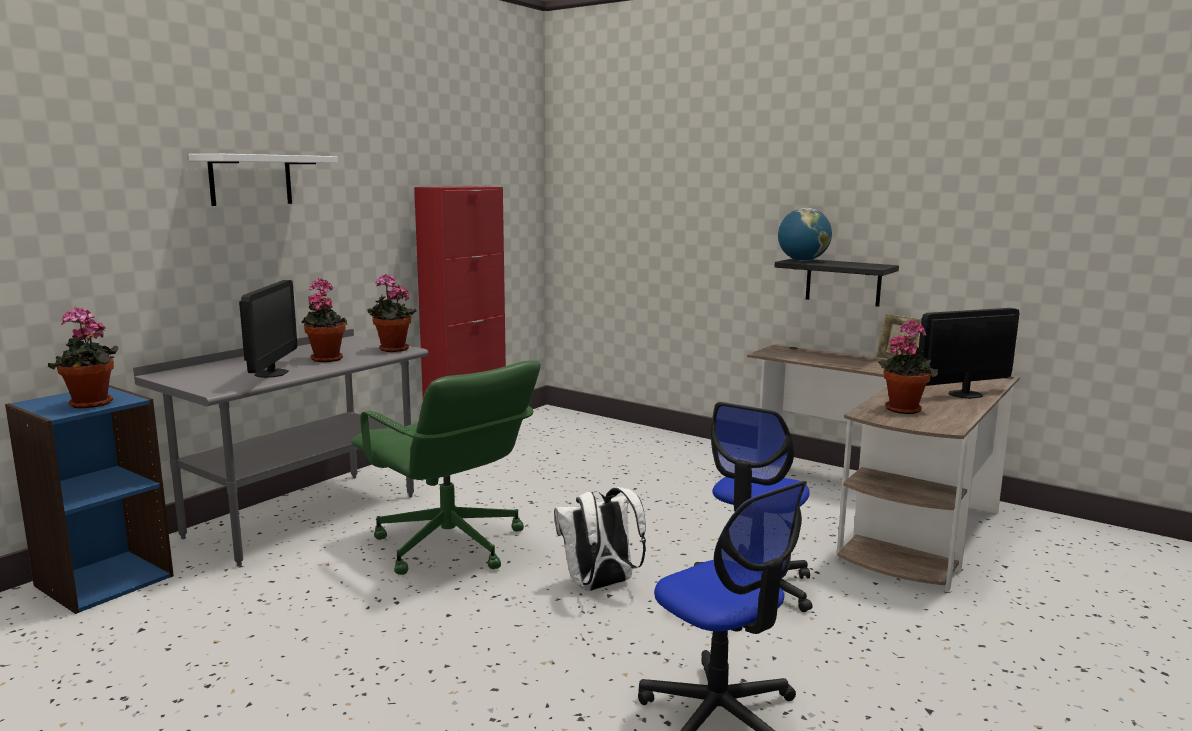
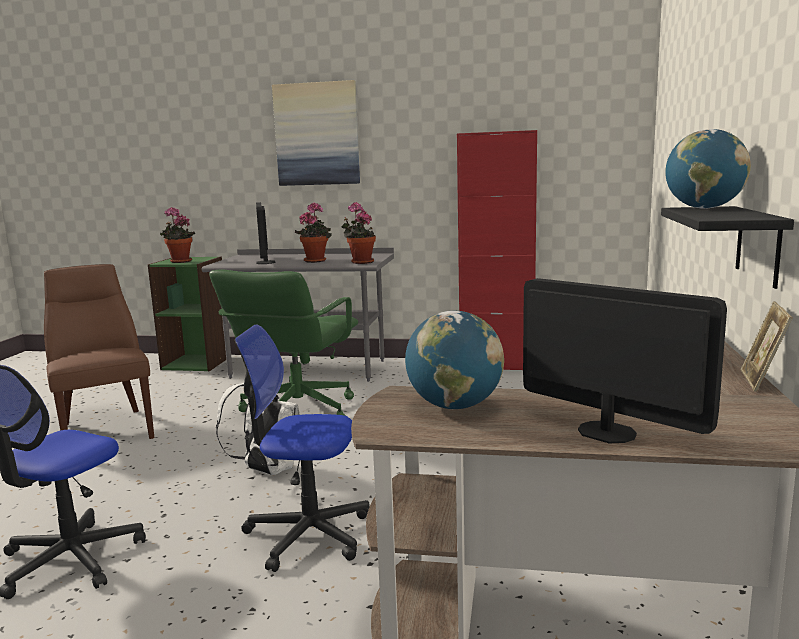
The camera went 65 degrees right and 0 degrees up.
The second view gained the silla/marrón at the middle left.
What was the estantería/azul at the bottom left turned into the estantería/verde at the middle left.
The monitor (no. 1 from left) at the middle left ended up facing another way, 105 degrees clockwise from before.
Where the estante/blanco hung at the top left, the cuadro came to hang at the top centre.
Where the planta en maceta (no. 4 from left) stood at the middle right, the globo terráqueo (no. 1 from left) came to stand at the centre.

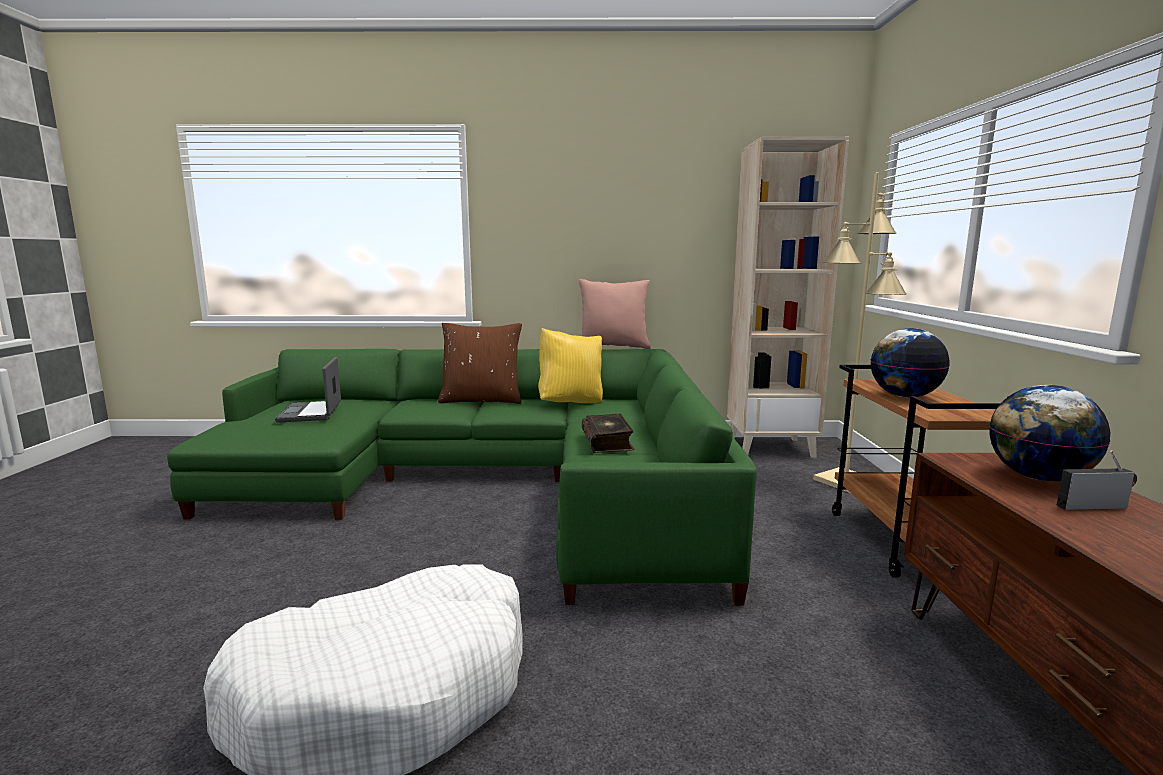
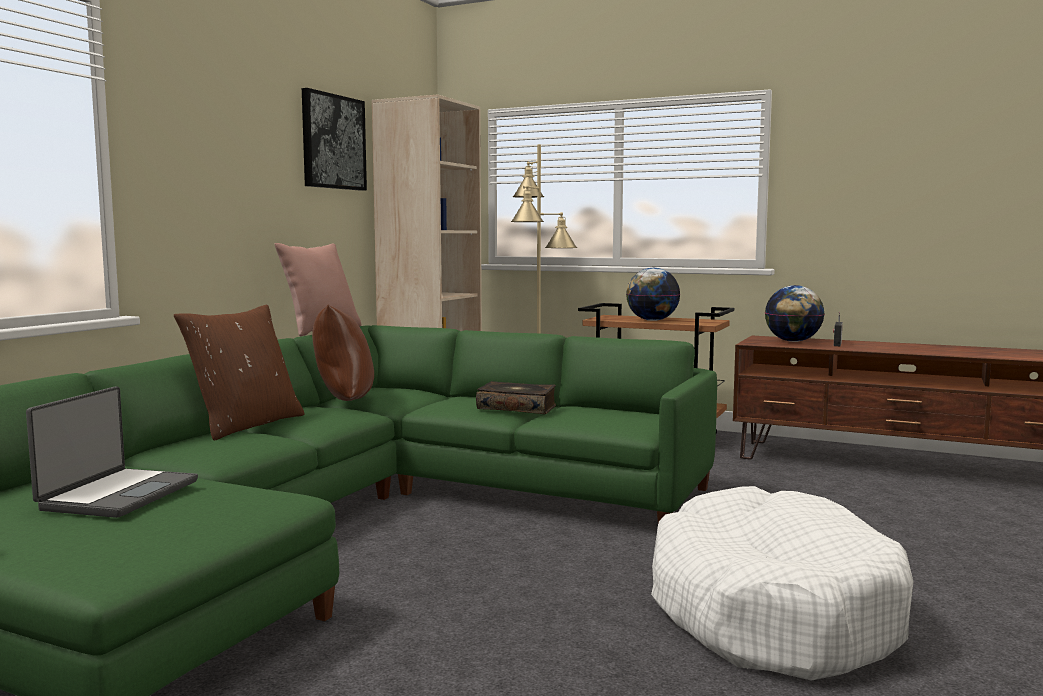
The camera went 65 degrees left and 5 degrees down.
The portátil at the middle left ended up facing another way, 90 degrees counterclockwise from before.
The second view gained the cuadro at the top left.
What was the cojín/amarillo at the centre turned into the cojín/marrón (no. 2 from left) at the middle left.

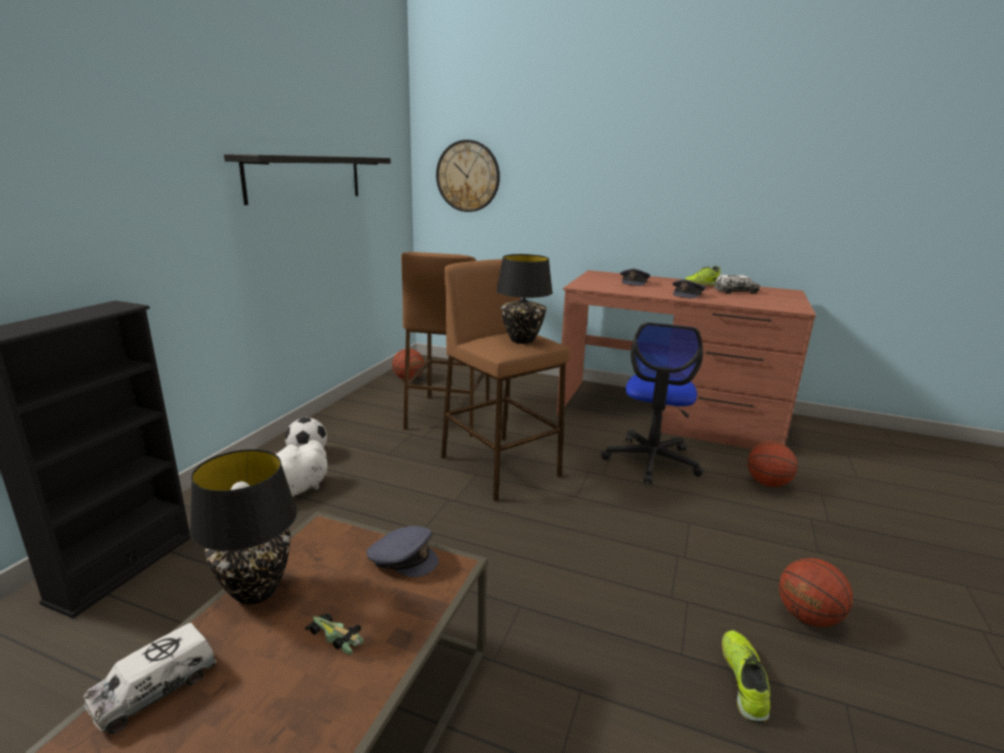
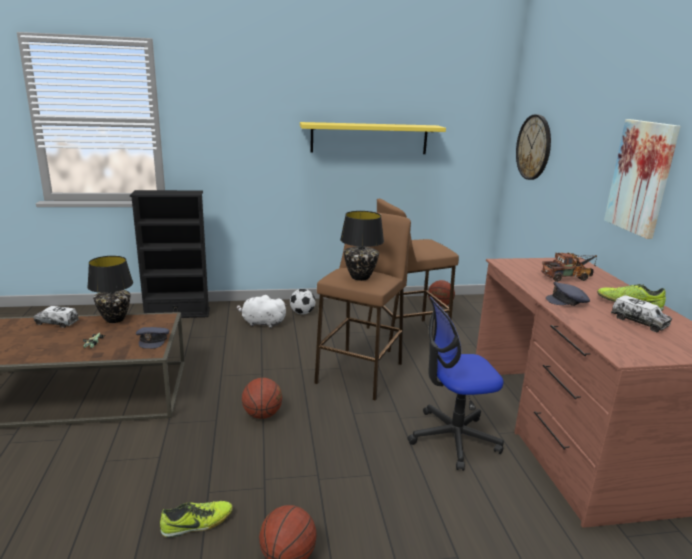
The camera went 60 degrees right and 0 degrees up.
The balón de baloncesto (no. 2 from left in the first image) ended up elsewhere, having gone from the middle right to the bottom centre.
What was the estante/negro at the top left turned into the estante/amarillo at the top centre.
Where the gorra/gris (no. 2 from left) stood at the centre, the camión de juguete (no. 2 from left) came to stand at the middle right.
The second view gained the cuadro at the top right.

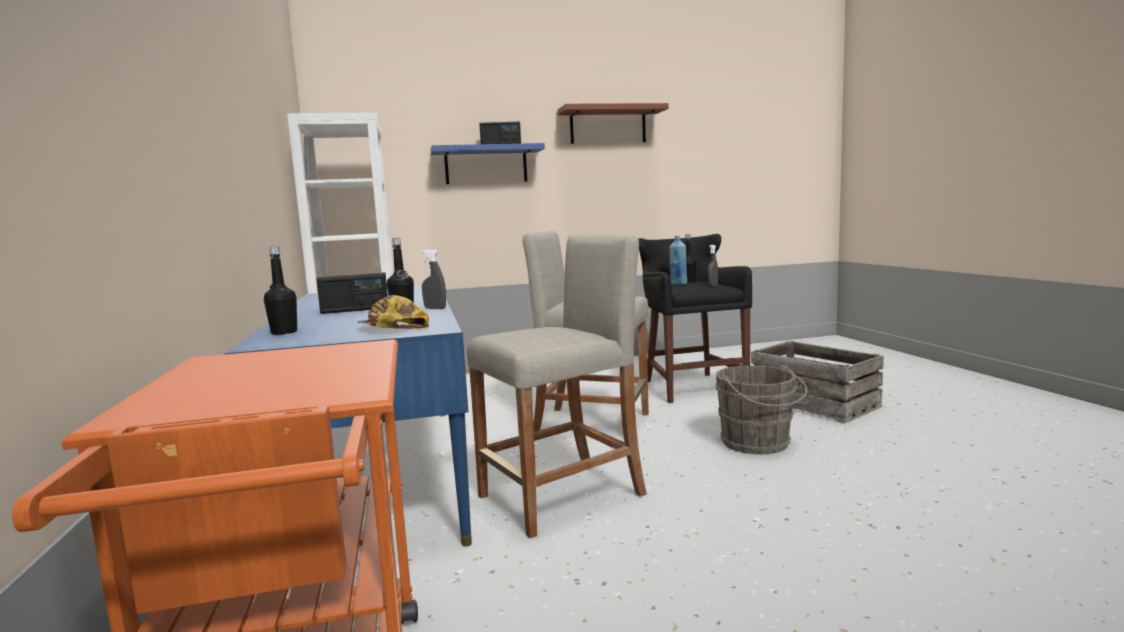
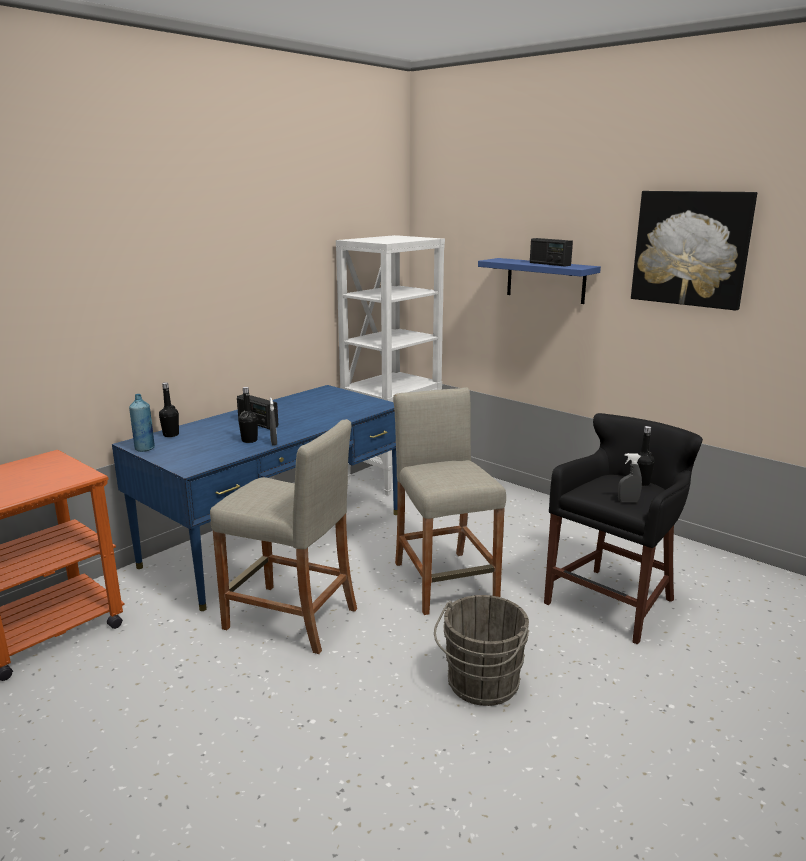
The camera went 55 degrees right and 10 degrees up.
The botella/azul ended up elsewhere, having gone from the centre to the middle left.
Where the estante/marrón hung at the top centre, the cuadro came to hang at the top right.
The second view lost the gorra at the centre.
The second view lost the caja de embalaje at the middle right.

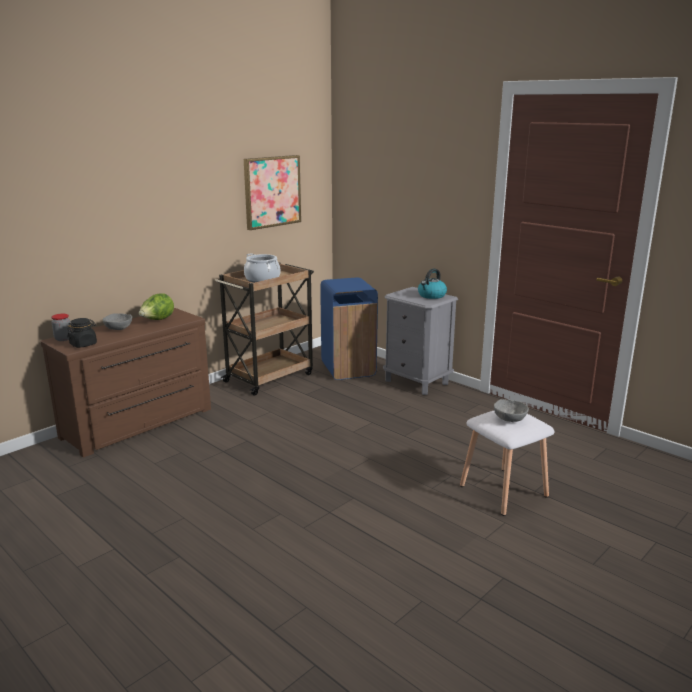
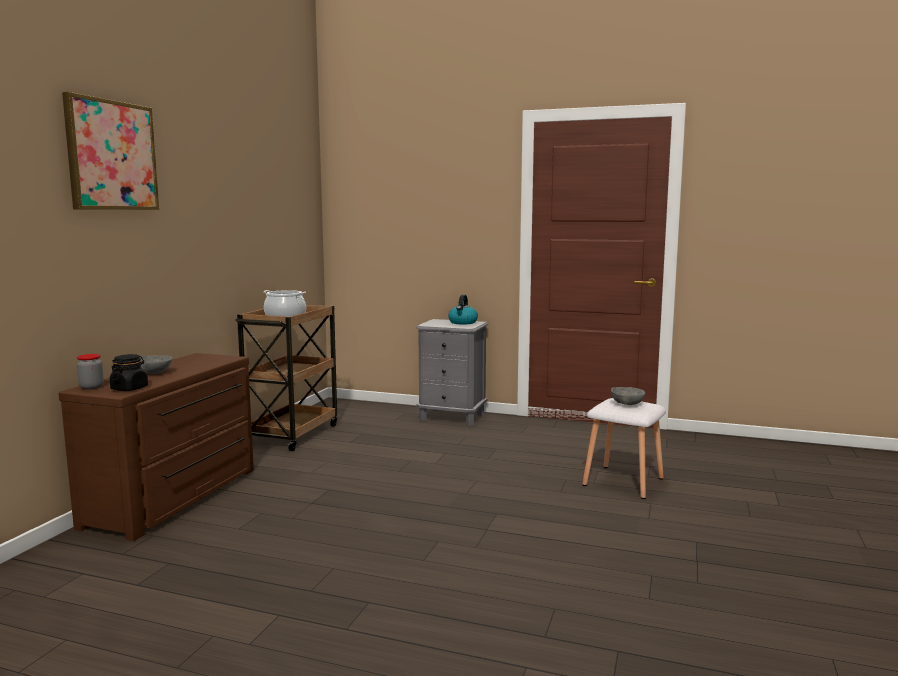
The camera went 25 degrees left and 10 degrees down.
The cuadro ended up elsewhere, having gone from the top centre to the top left.
The second view lost the lechuga at the middle left.
The second view lost the papelera/azul at the centre.

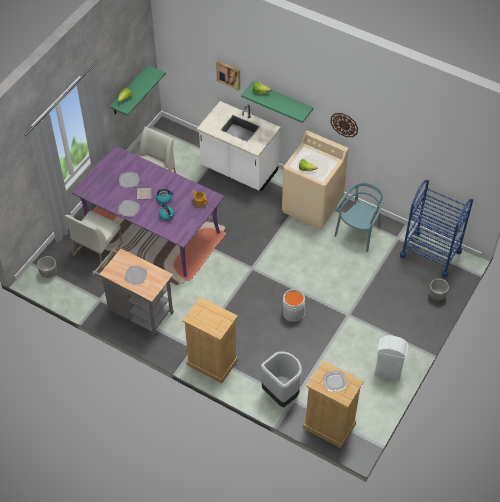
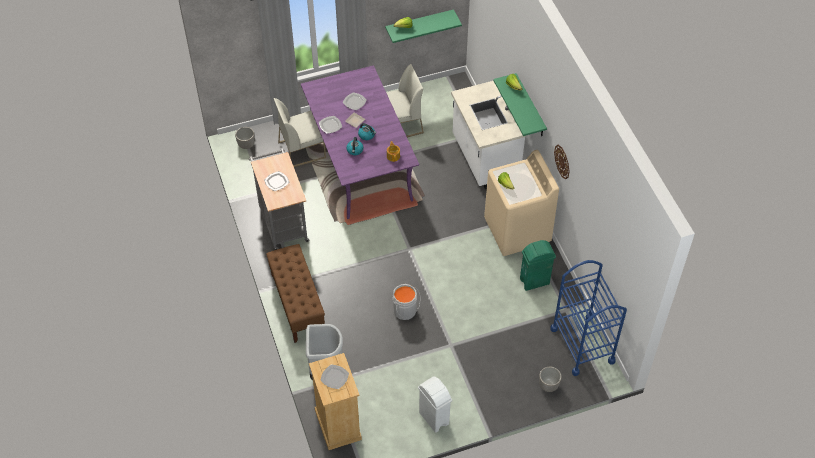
The camera went 40 degrees right and 0 degrees up.
Where the cómoda/beis (no. 1 from left) stood at the bottom centre, the banco/marrón came to stand at the centre.
Where the silla/turquesa stood at the middle right, the papelera/verde came to stand at the centre.
The second view lost the cuadro at the top centre.

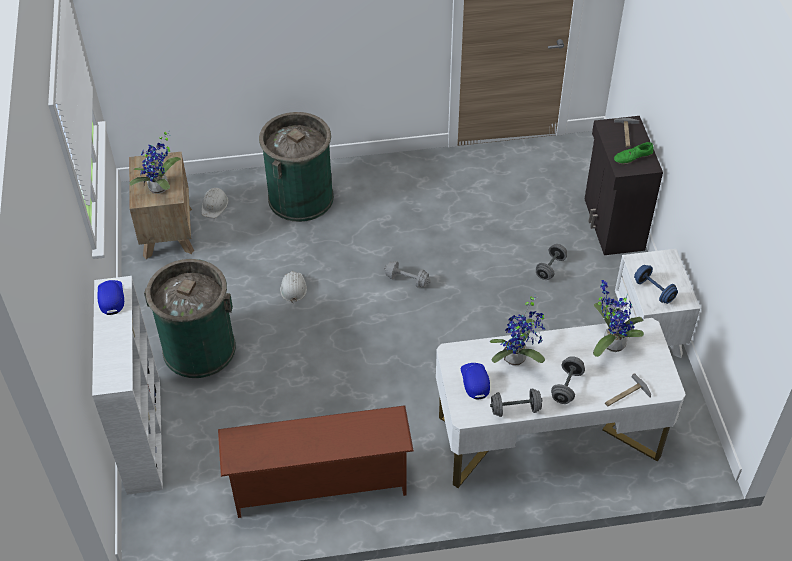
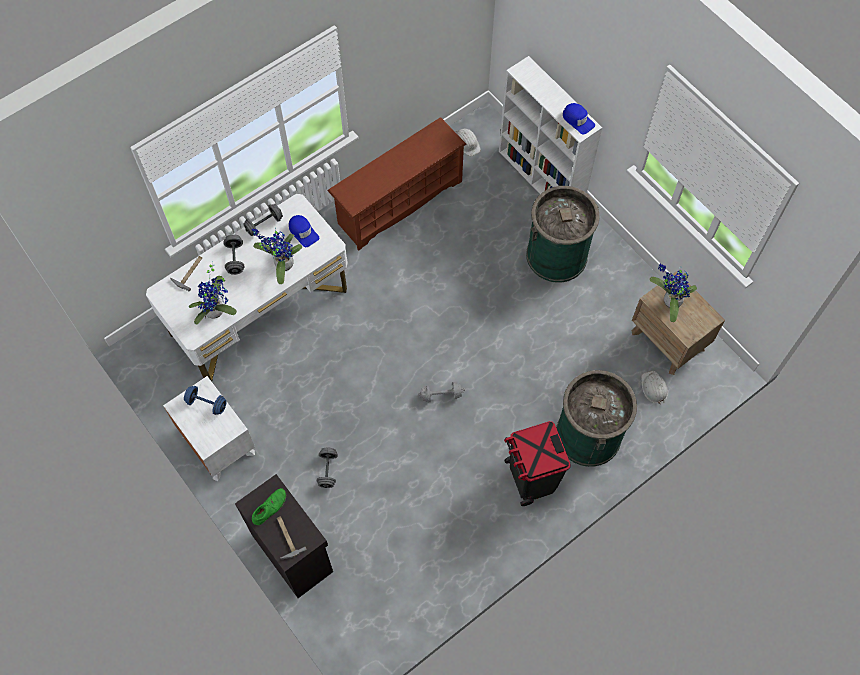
The camera went 150 degrees right and 15 degrees up.
The casco/blanco (no. 2 from left in the first image) ended up elsewhere, having gone from the centre to the top centre.
The second view gained the papelera/negro at the bottom centre.

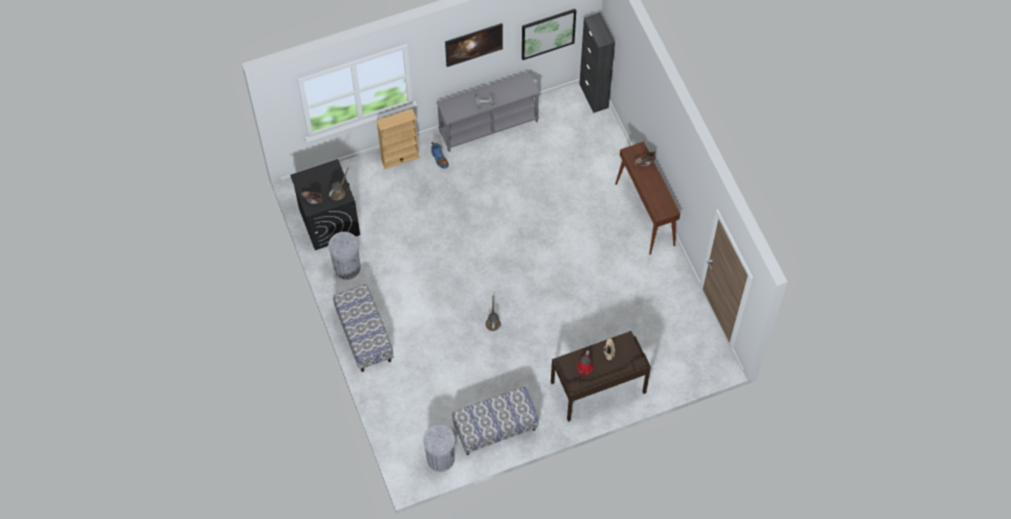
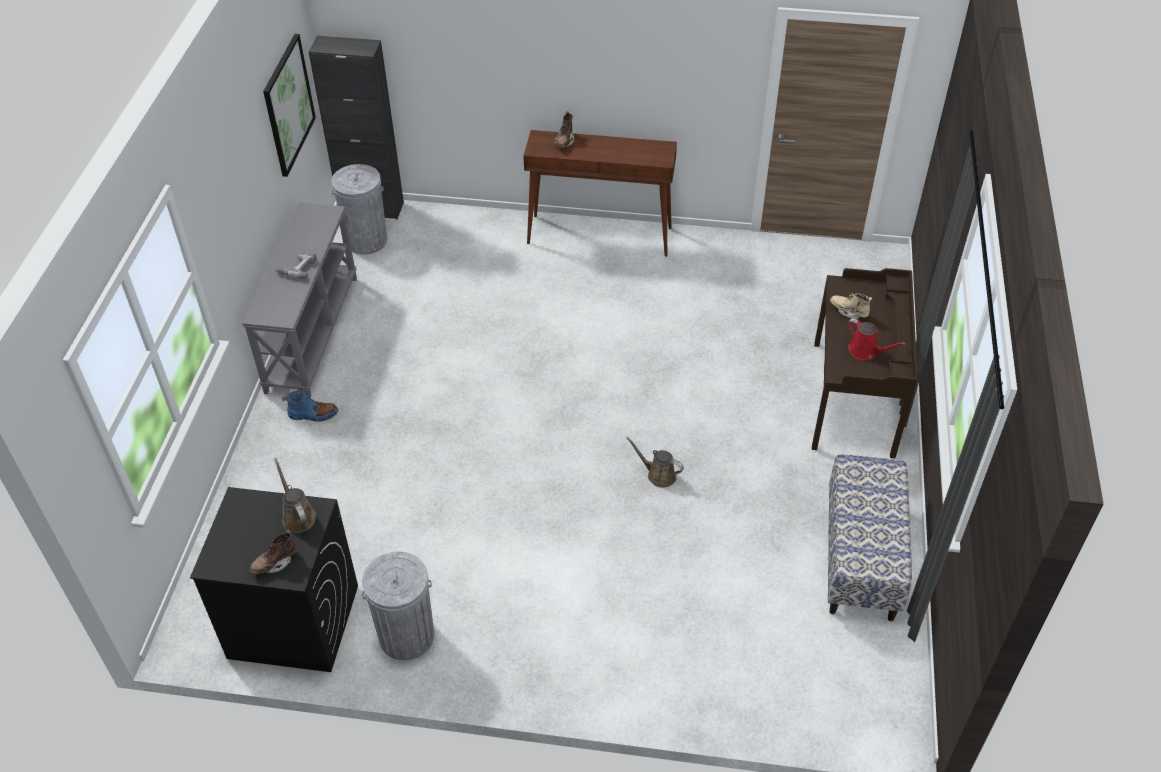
The camera went 60 degrees left and 15 degrees down.
The papelera/gris (no. 2 from left in the first image) ended up elsewhere, having gone from the bottom centre to the top left.
The second view lost the banco (no. 1 from left) at the centre.
The second view lost the estantería/beis at the top centre.
The second view lost the cuadro (no. 1 from left) at the top centre.

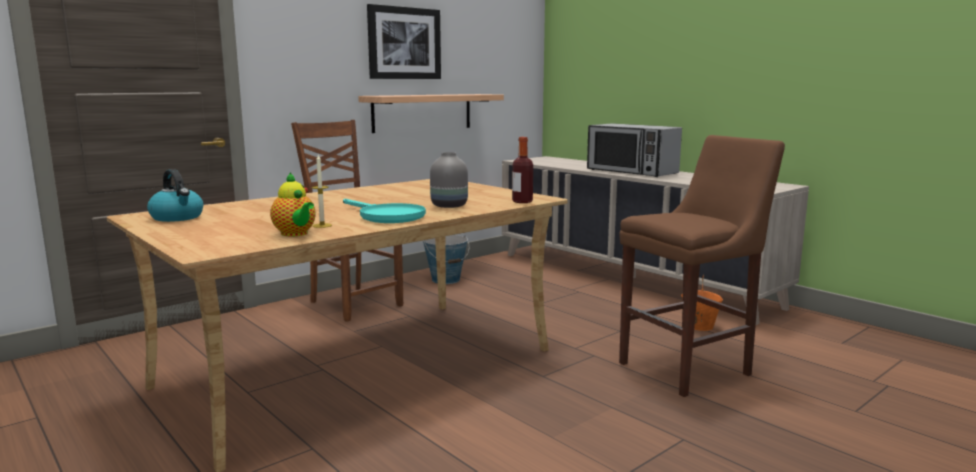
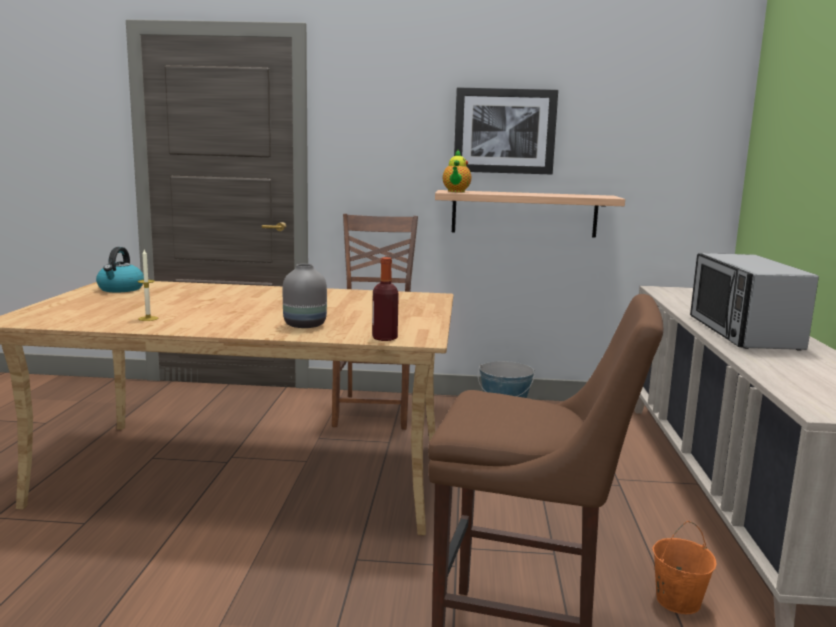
The camera went 45 degrees right and 0 degrees up.
The tetera ended up elsewhere, having gone from the middle left to the top centre.
The second view lost the sartén/turquesa at the centre.

